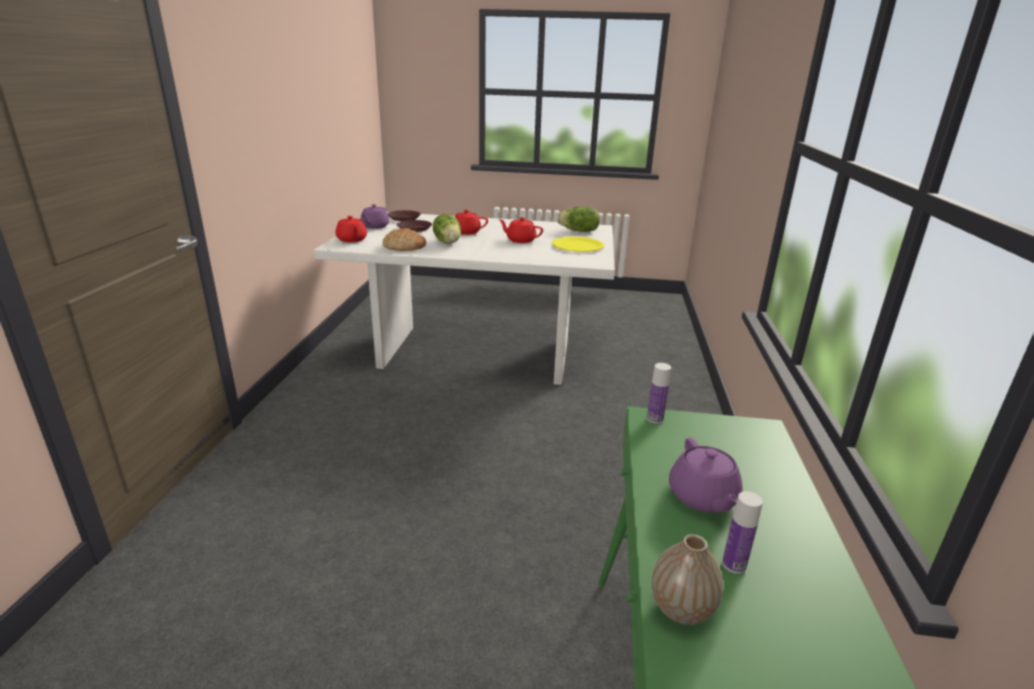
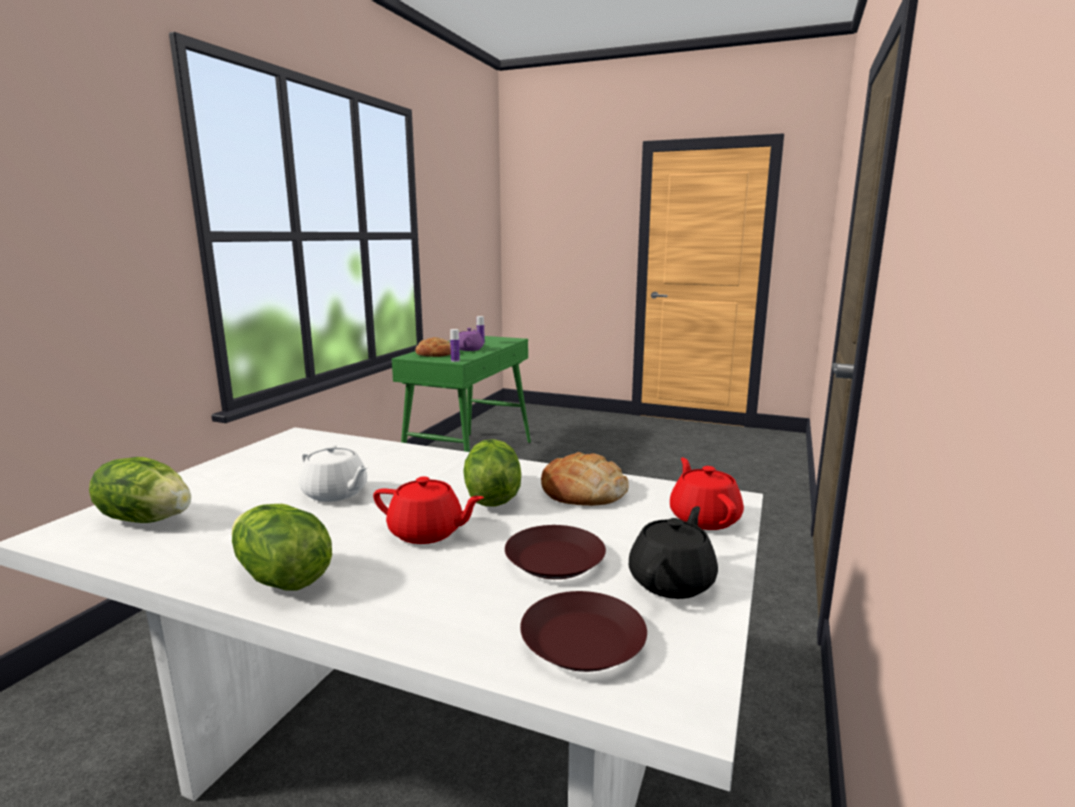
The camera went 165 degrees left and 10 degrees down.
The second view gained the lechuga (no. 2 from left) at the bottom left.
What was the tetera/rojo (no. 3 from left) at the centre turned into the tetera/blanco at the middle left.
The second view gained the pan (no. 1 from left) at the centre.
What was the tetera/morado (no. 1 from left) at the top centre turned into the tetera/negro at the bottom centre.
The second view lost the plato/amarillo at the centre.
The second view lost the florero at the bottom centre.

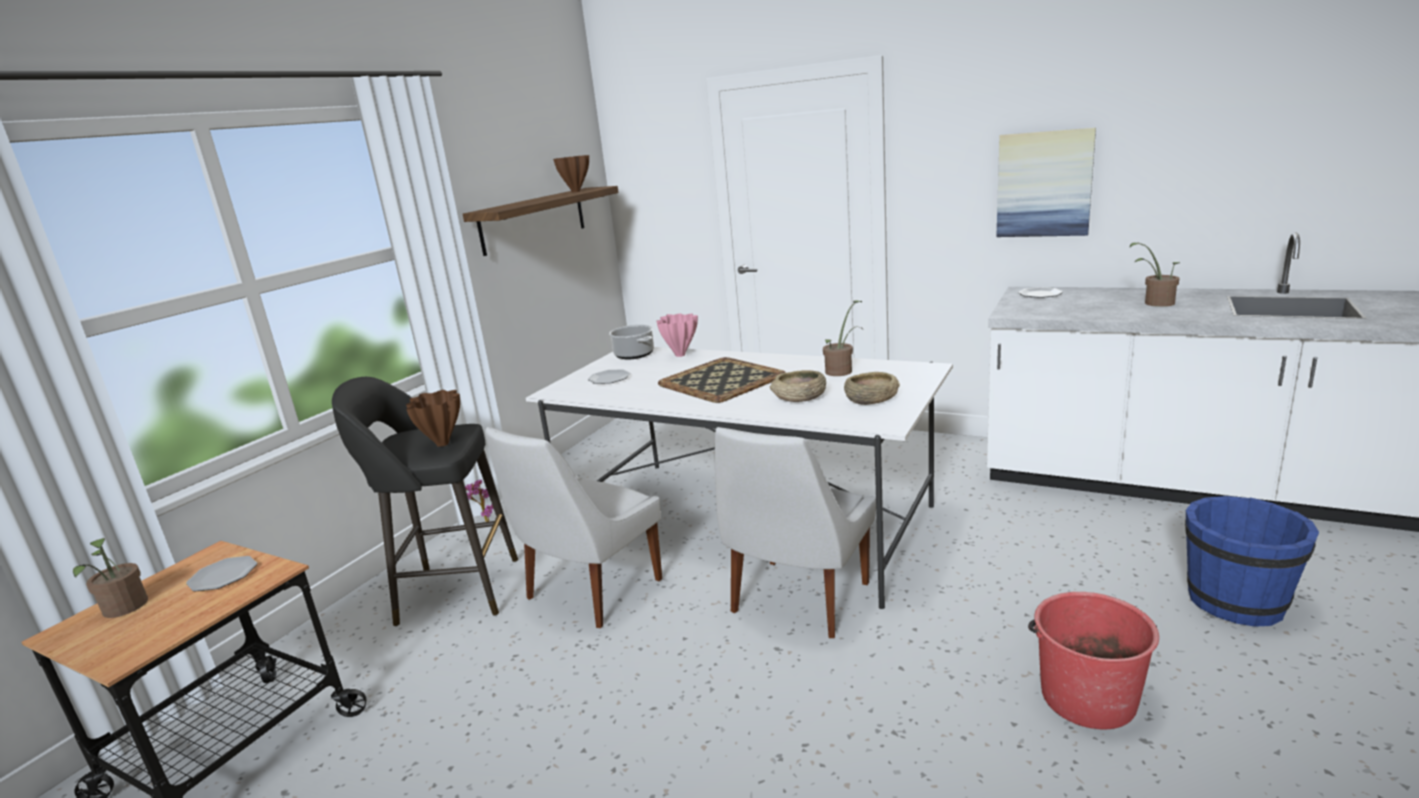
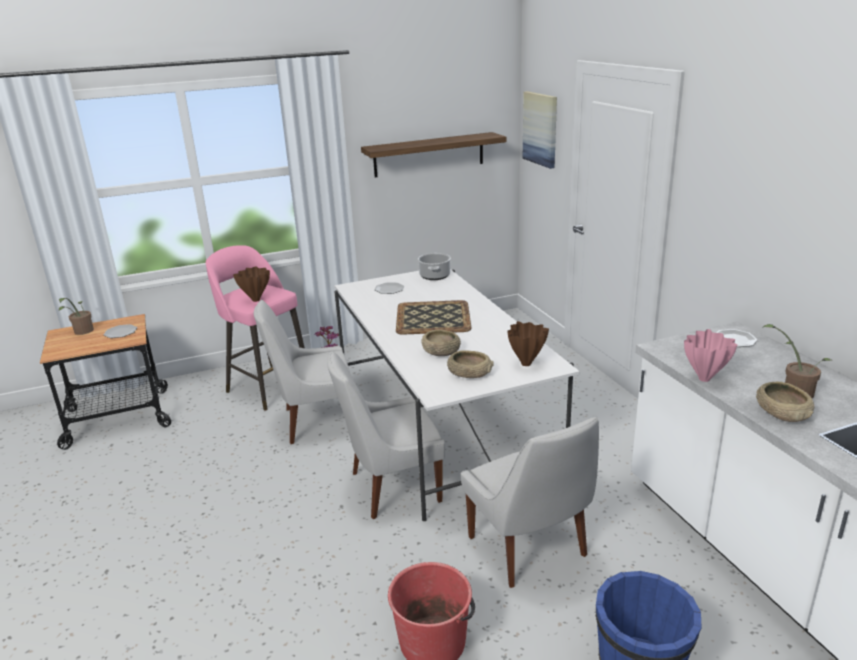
The camera went 40 degrees right and 5 degrees up.
What was the taburete/negro at the middle left turned into the taburete/rosa at the middle left.
The second view gained the silla/blanco (no. 3 from left) at the bottom centre.
The florero/marrón (no. 2 from left) ended up elsewhere, having gone from the top centre to the centre.
The cuadro ended up elsewhere, having gone from the top right to the top centre.
The florero/rosa ended up elsewhere, having gone from the centre to the middle right.
The second view gained the cuenco/beis (no. 3 from left) at the middle right.
The second view lost the planta en maceta (no. 3 from left) at the centre.

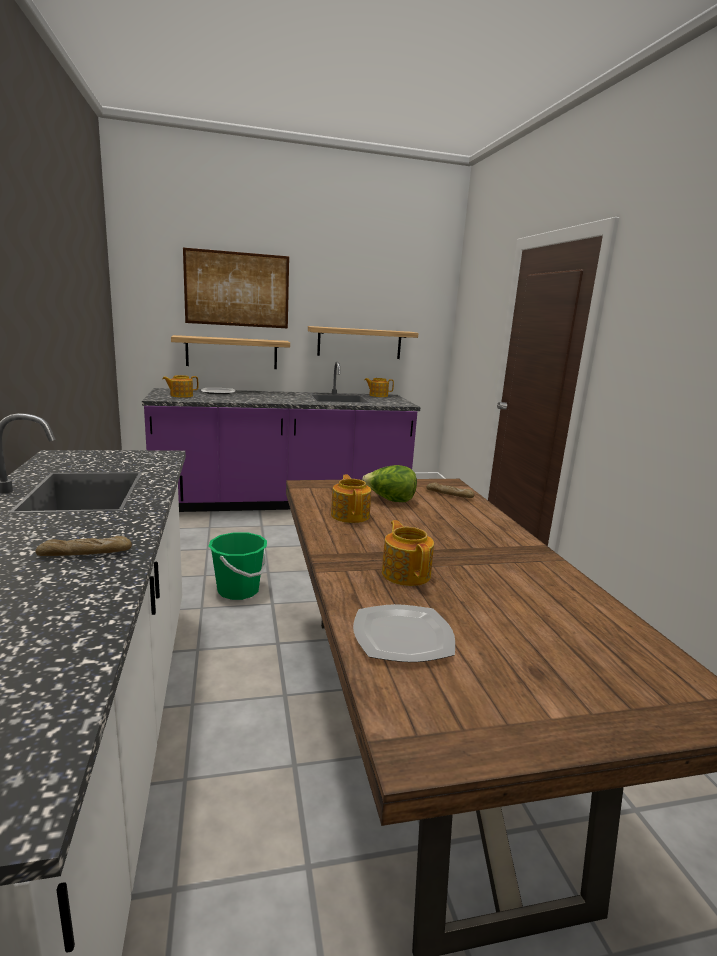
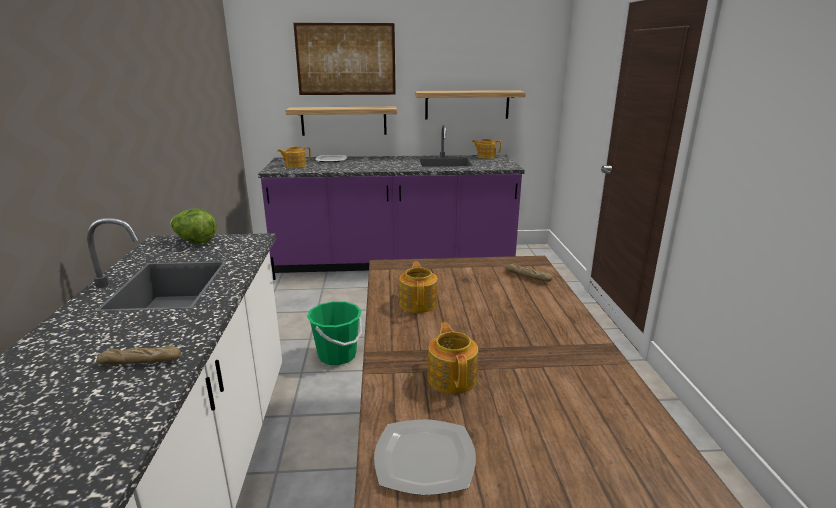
The camera went 10 degrees right and 5 degrees up.
The lechuga ended up elsewhere, having gone from the centre to the middle left.

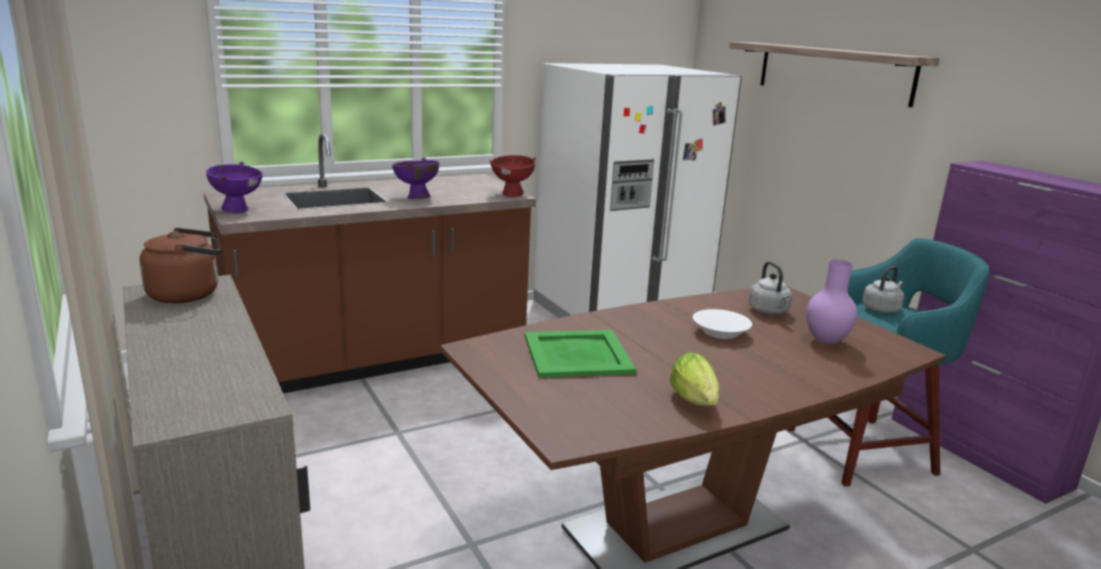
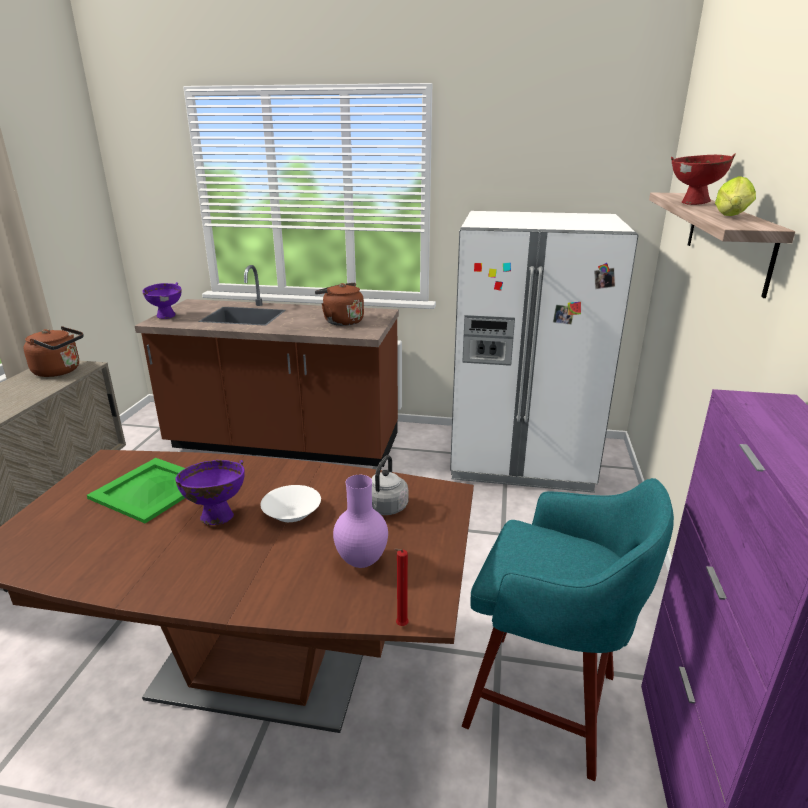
The camera went 40 degrees right and 5 degrees up.
The cuenco/morado (no. 2 from left) ended up elsewhere, having gone from the top centre to the middle left.
The second view gained the hervidor/marrón (no. 2 from left) at the centre.
The second view gained the vela/rojo at the bottom centre.
The cuenco/rojo ended up elsewhere, having gone from the top centre to the top right.
The lechuga ended up elsewhere, having gone from the centre to the top right.
The second view lost the hervidor/gris (no. 2 from left) at the middle right.

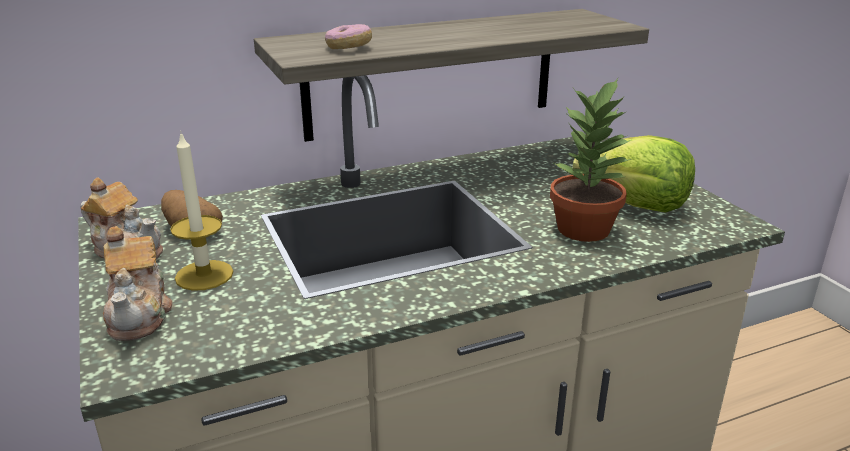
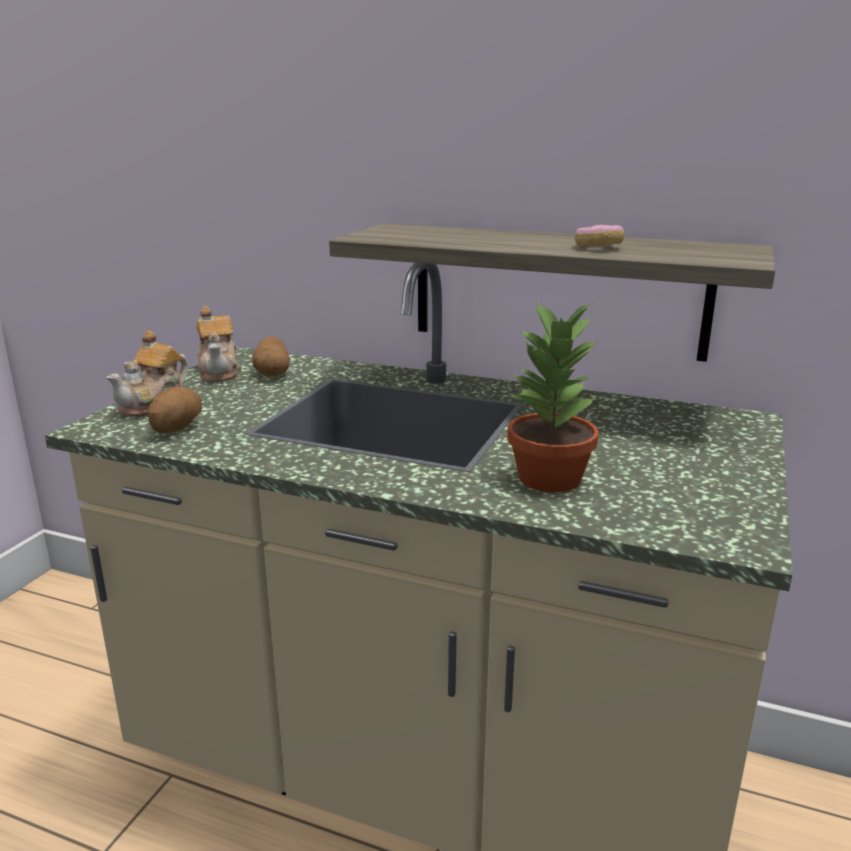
The camera went 45 degrees right and 5 degrees down.
The second view gained the patata (no. 1 from left) at the middle left.
The rosquilla ended up elsewhere, having gone from the top centre to the top right.
The second view lost the vela at the middle left.
The second view lost the lechuga at the middle right.

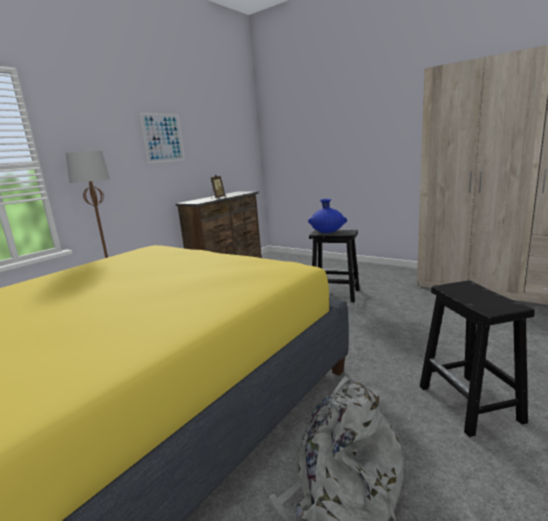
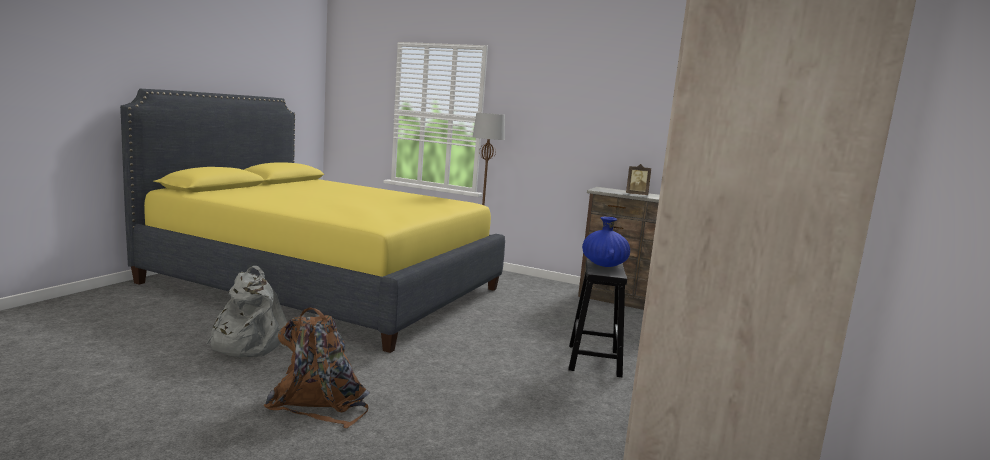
The camera went 75 degrees right and 5 degrees down.
Where the taburete/negro (no. 2 from left) stood at the bottom right, the mochila/marrón came to stand at the bottom left.
The second view lost the cuadro at the top left.

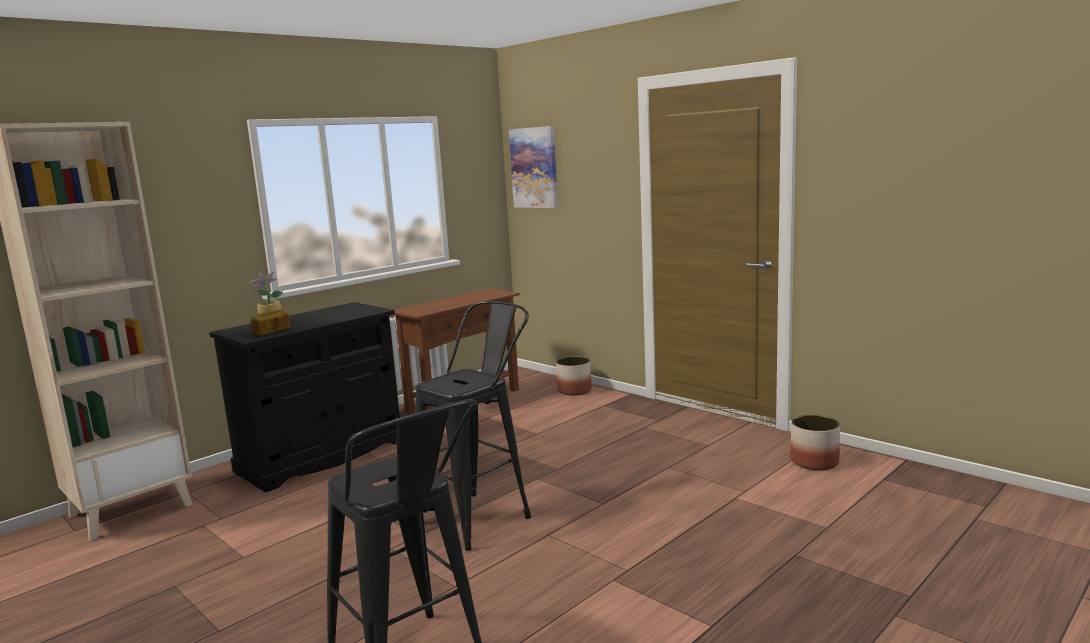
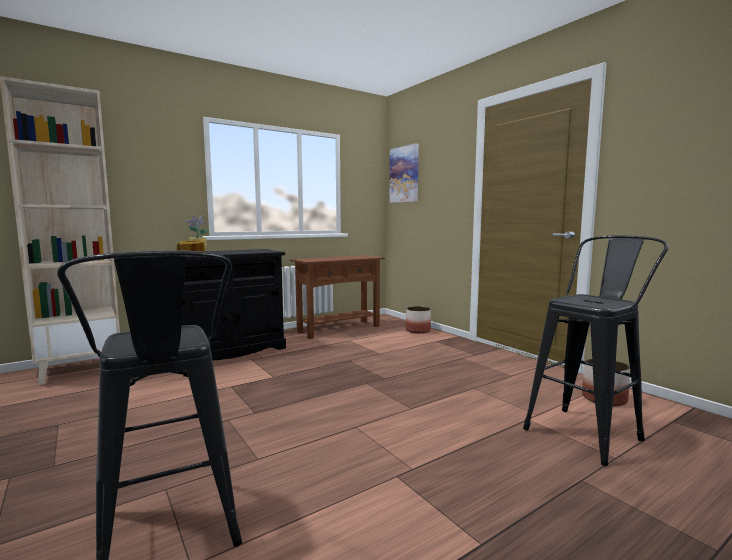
The camera went 10 degrees right and 5 degrees down.
The taburete/negro (no. 2 from left) ended up elsewhere, having gone from the centre to the middle right.

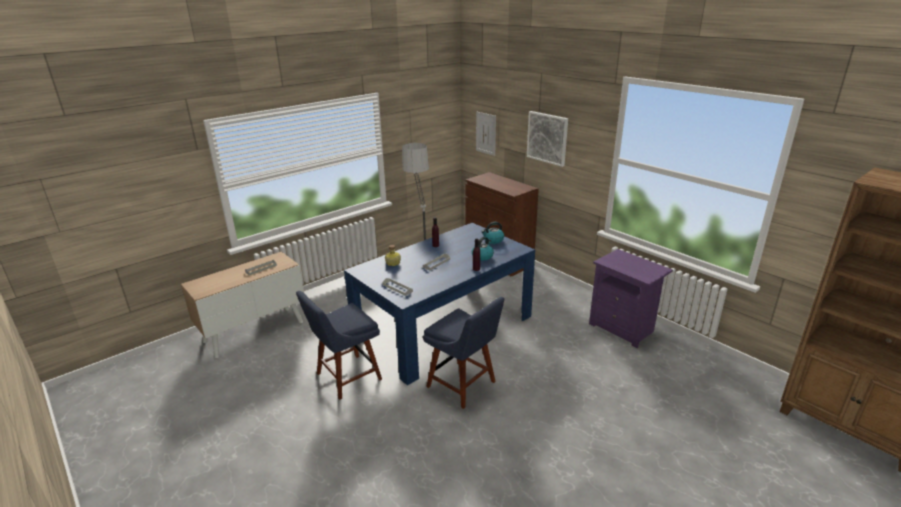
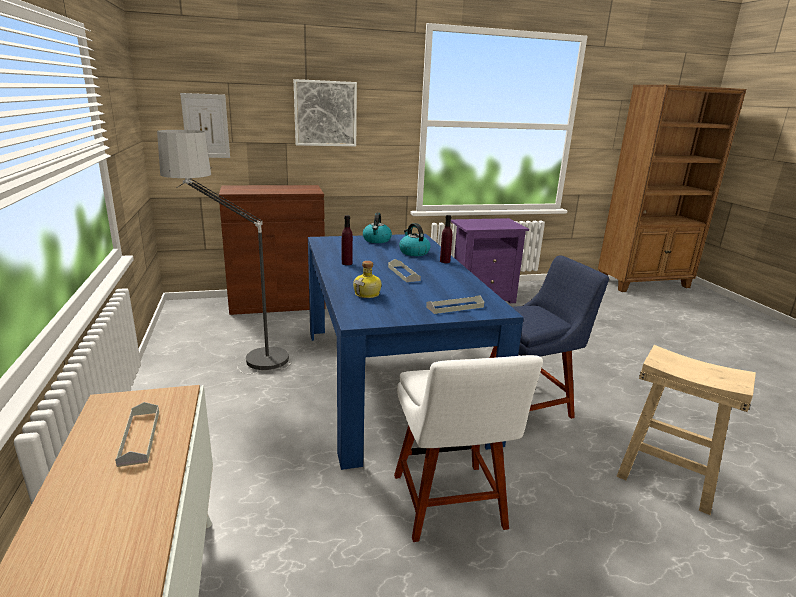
The camera went 65 degrees left and 5 degrees down.
What was the silla/azul (no. 1 from left) at the bottom centre turned into the silla/blanco at the bottom centre.
The second view gained the taburete/beis at the bottom right.

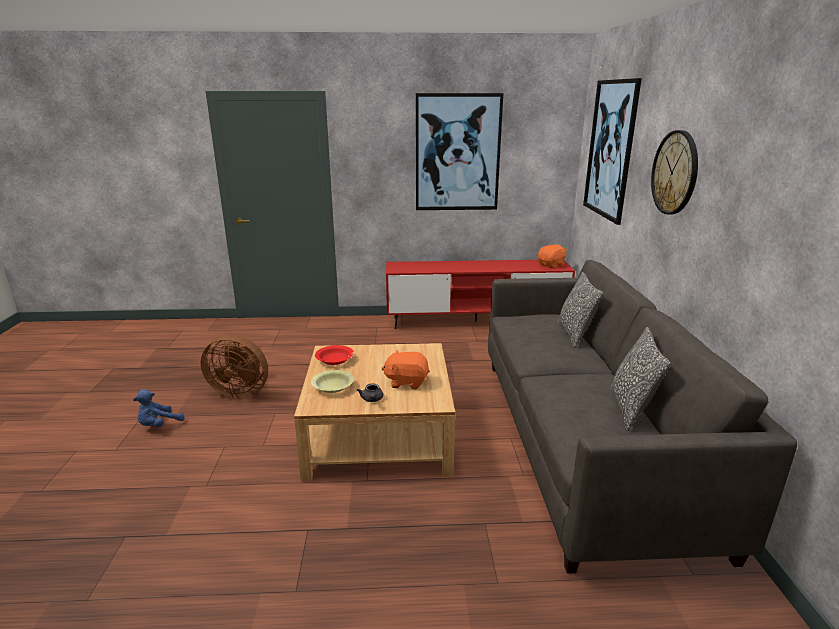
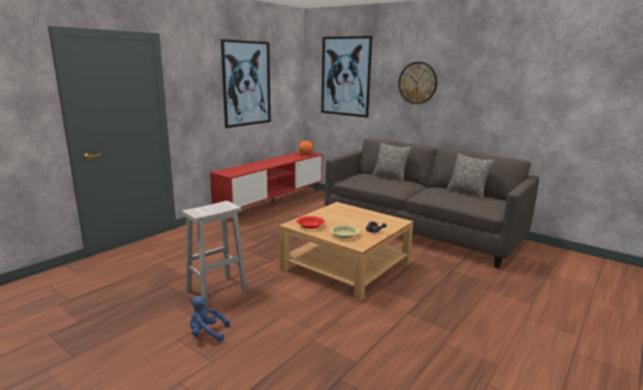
The camera went 50 degrees left and 5 degrees down.
Where the ventilador/marrón stood at the middle left, the taburete/blanco came to stand at the middle left.
The peluche/azul at the middle left ended up facing another way, 105 degrees clockwise from before.
The second view lost the peluche/naranja (no. 1 from left) at the centre.

